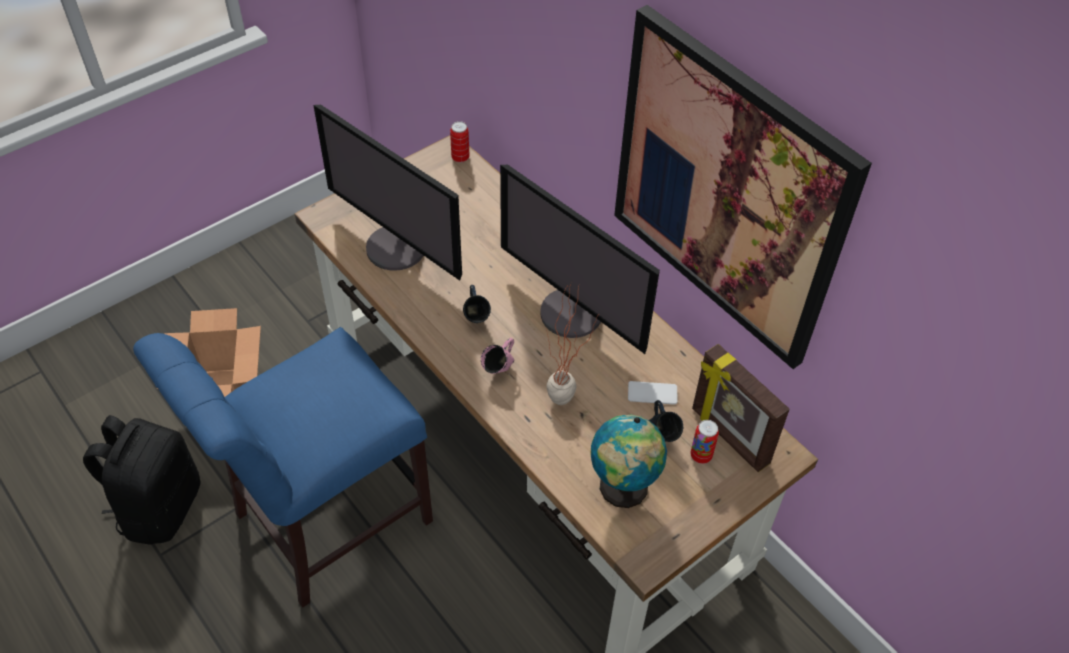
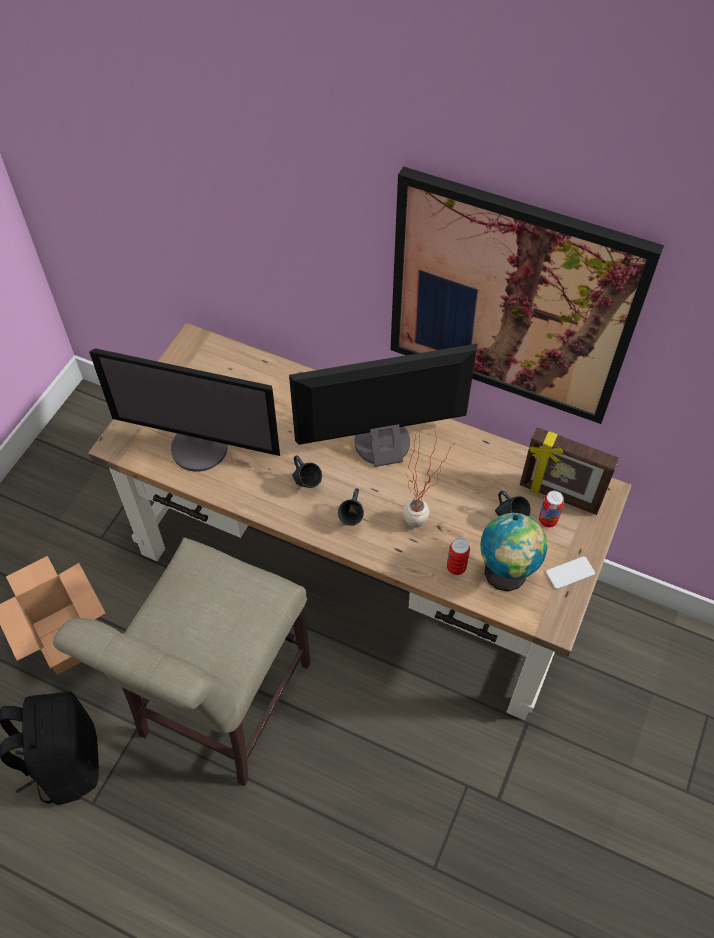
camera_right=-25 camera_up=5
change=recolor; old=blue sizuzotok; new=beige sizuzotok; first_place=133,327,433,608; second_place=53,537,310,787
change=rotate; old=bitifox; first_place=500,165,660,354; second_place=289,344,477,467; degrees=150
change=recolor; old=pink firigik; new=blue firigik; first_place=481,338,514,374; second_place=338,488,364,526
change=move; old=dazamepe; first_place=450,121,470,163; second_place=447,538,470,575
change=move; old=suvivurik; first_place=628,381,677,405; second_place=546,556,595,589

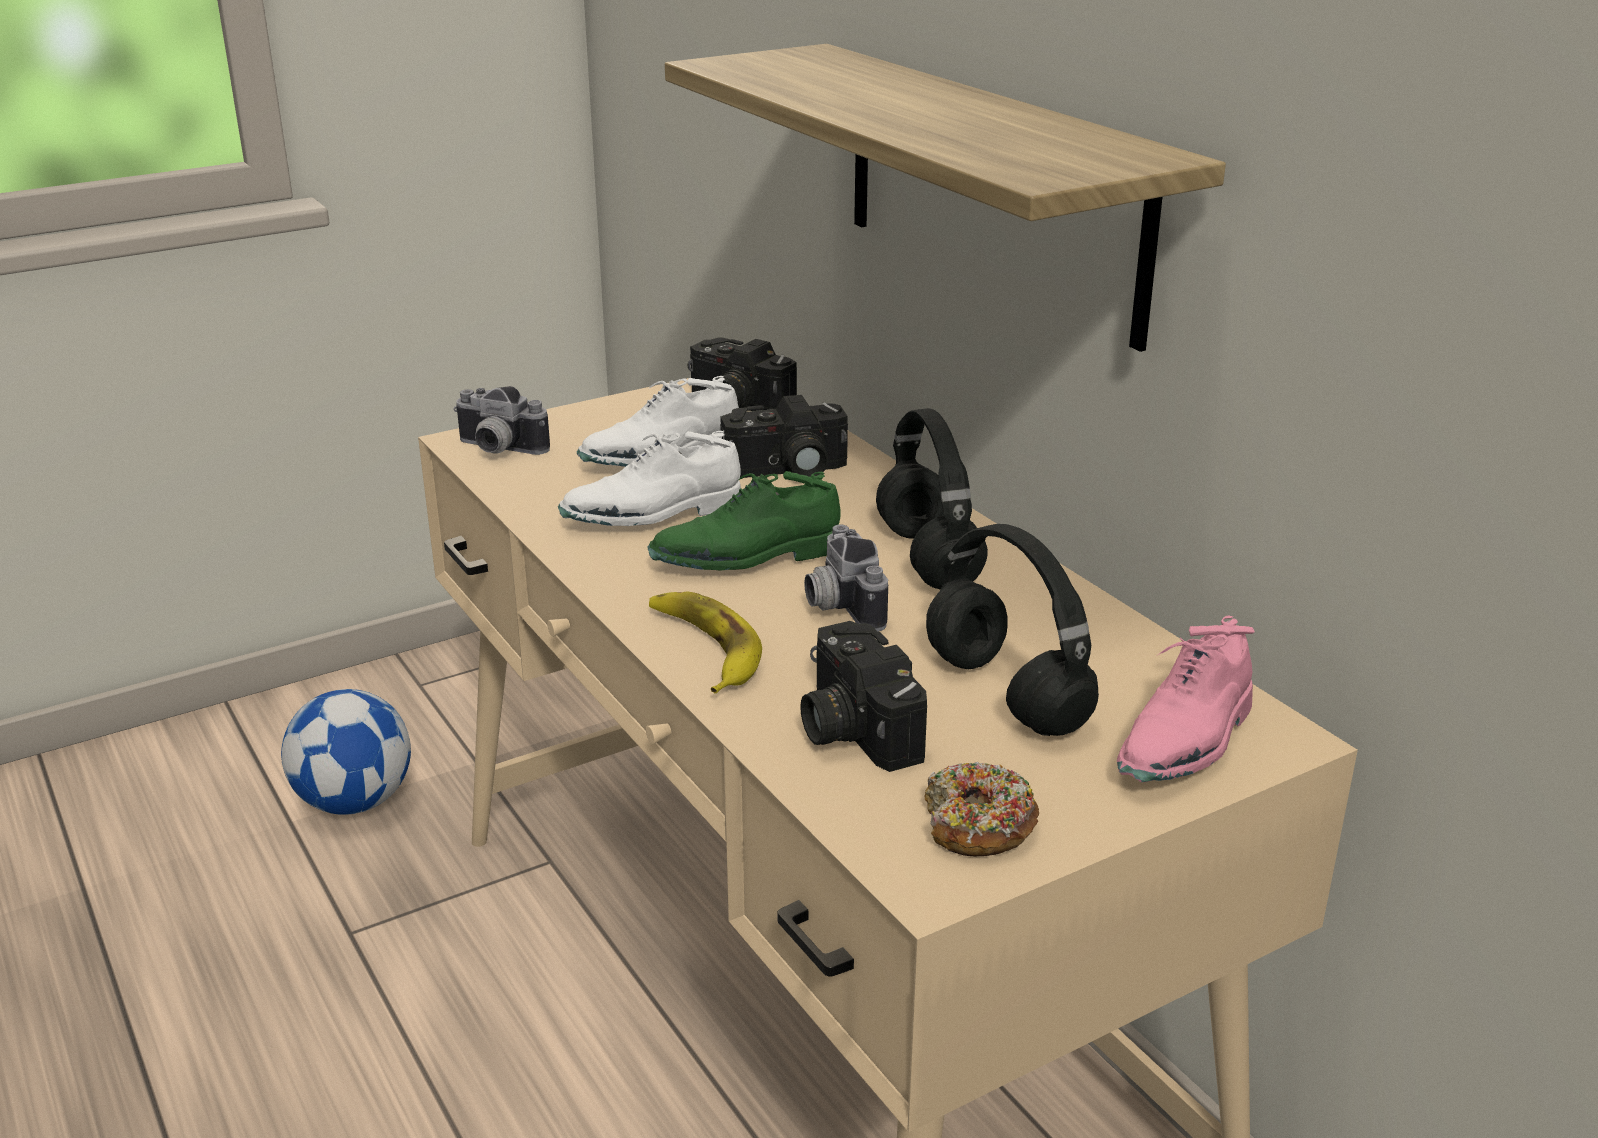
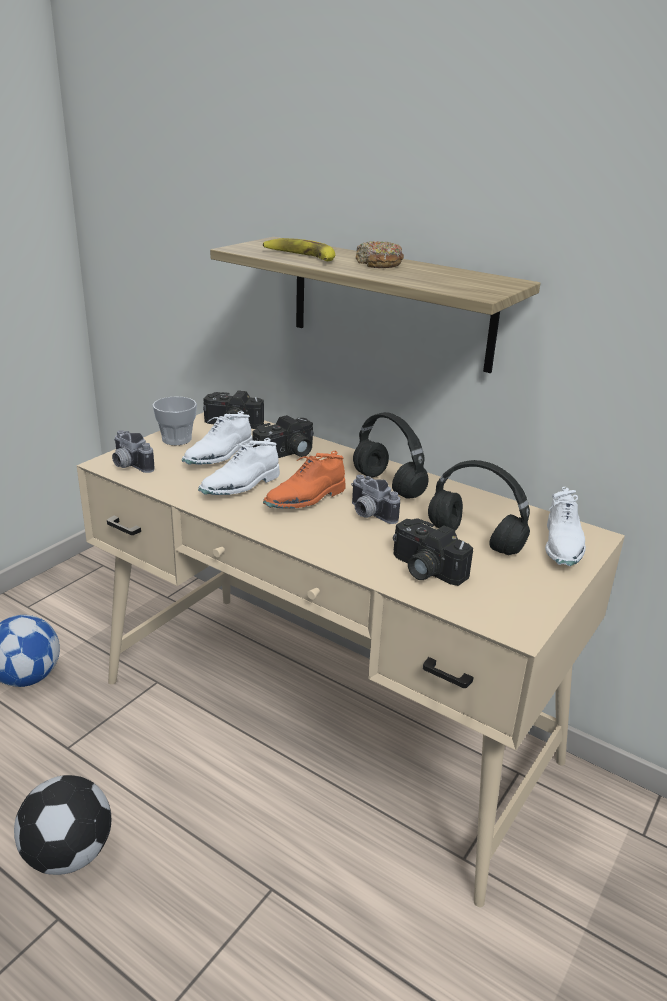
camera_right=-25 camera_up=0
change=insert; new=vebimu; second_place=14,775,111,875
change=rotate; old=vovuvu; first_place=453,386,550,455; second_place=112,430,155,473; degrees=45
change=insert; new=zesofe; second_place=152,396,197,445
change=move; old=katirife; first_place=649,591,762,693; second_place=263,238,335,261
change=recolor; old=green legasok; new=orange legasok; first_place=647,471,840,571; second_place=263,451,345,509
change=move; old=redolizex; first_place=925,762,1039,856; second_place=356,241,404,268
change=recolor; old=pink legasok; new=white legasok; first_place=1117,615,1255,782; second_place=545,487,586,566

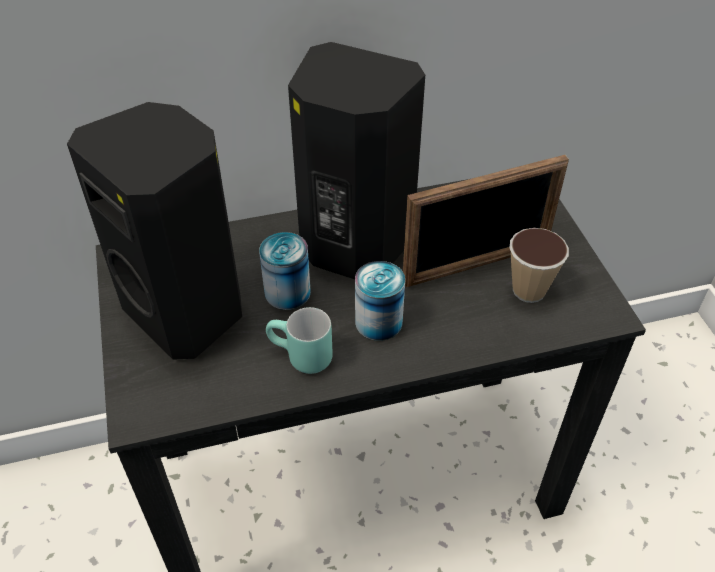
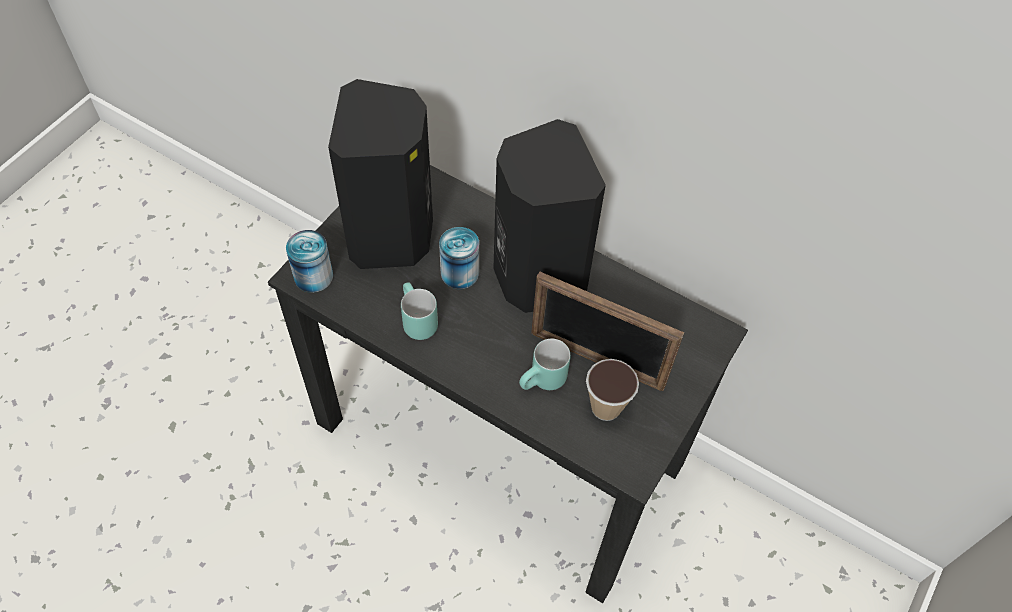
camera_right=45 camera_up=10
change=move; old=dazamepe; first_place=355,261,405,341; second_place=286,230,333,293
change=insert; new=turquoise firigik; second_place=519,339,570,390

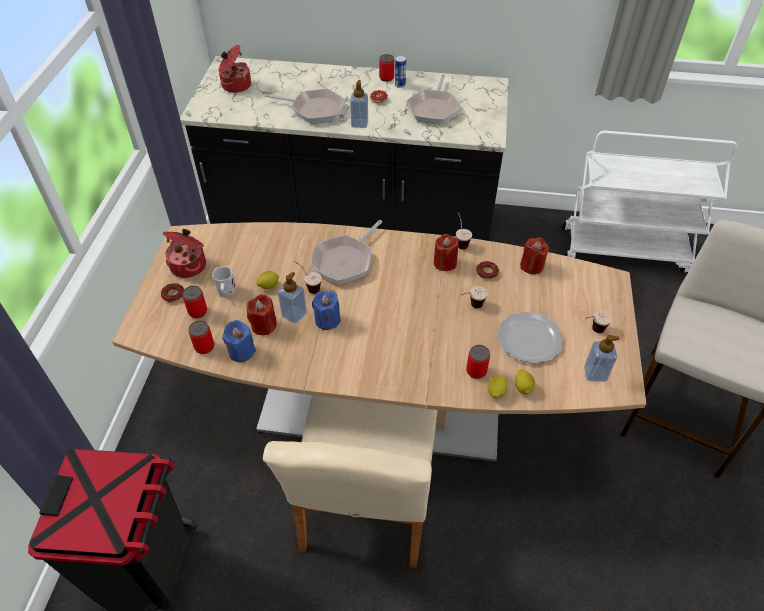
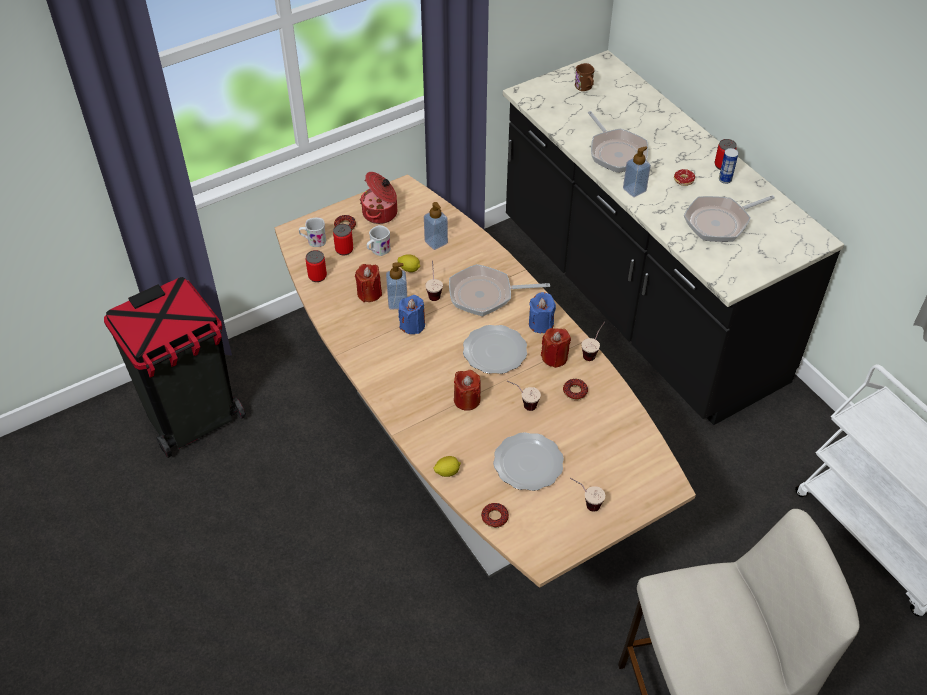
camera_right=50 camera_up=0
change=insert; new=white firigik; second_place=299,218,326,247
change=move; old=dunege; first_place=584,335,619,382; second_place=424,202,448,250
change=move; old=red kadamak; first_place=520,237,549,274; second_place=454,370,481,411
change=insert; new=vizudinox; second_place=463,325,527,374
change=insert; new=redolizex; second_place=481,503,509,528
change=move; old=blue kadamak; first_place=222,320,256,362; second_place=529,292,556,333
change=replace; old=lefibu; new=brown firigik; first_place=219,45,251,93; second_place=575,63,594,91
change=delete; old=beige sizuzotok; first_place=263,395,438,568
change=delete; old=dazamepe; first_place=466,345,490,379
change=delete; old=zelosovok; first_place=515,369,535,395

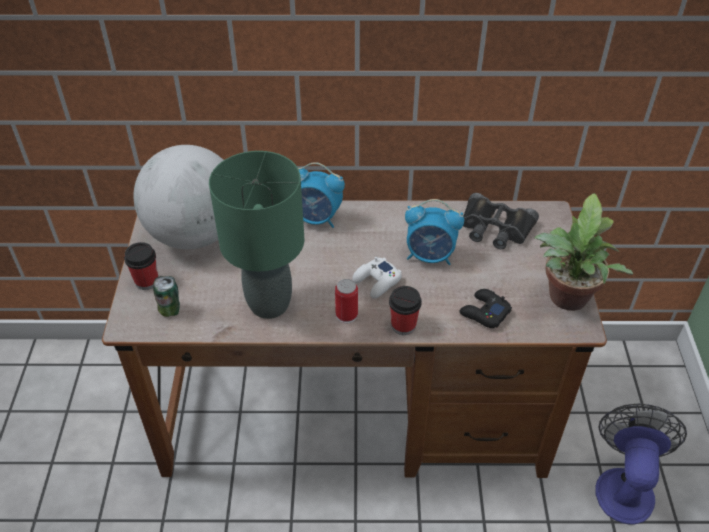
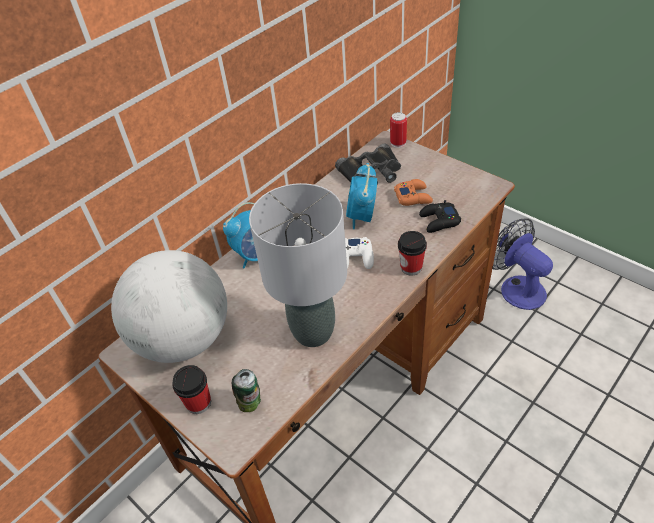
camera_right=-45 camera_up=0
change=recolor; old=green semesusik; new=grey semesusik; first_place=209,151,305,319; second_place=249,183,347,347
change=rotate; old=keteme; first_place=405,199,464,265; second_place=346,163,377,229; degrees=135
change=move; old=dazamepe; first_place=335,279,358,323; second_place=390,112,407,148
change=insert; new=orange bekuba; second_place=394,179,433,206
change=delete; old=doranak; first_place=534,193,633,311

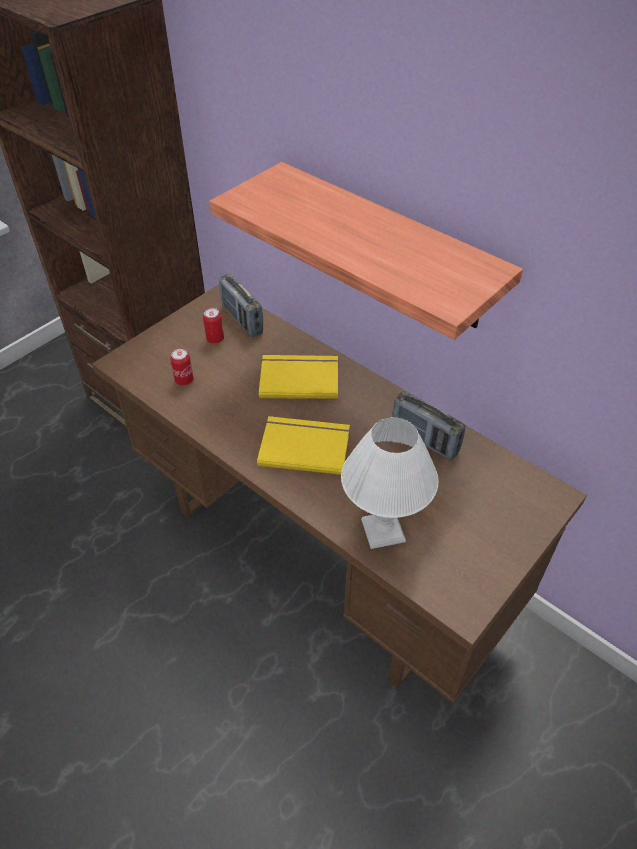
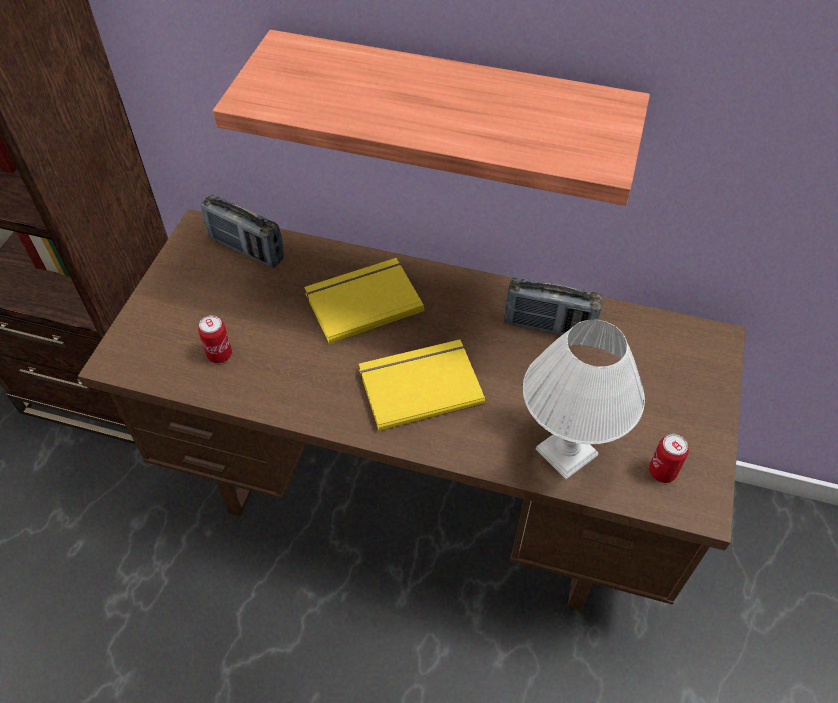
camera_right=-25 camera_up=5
change=move; old=dazamepe; first_place=203,308,224,344; second_place=649,434,689,483

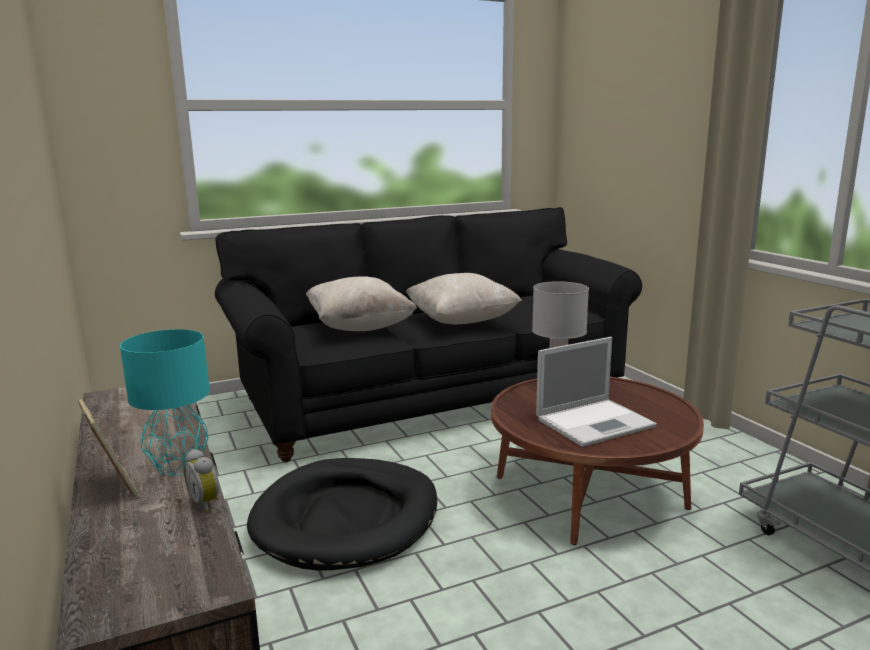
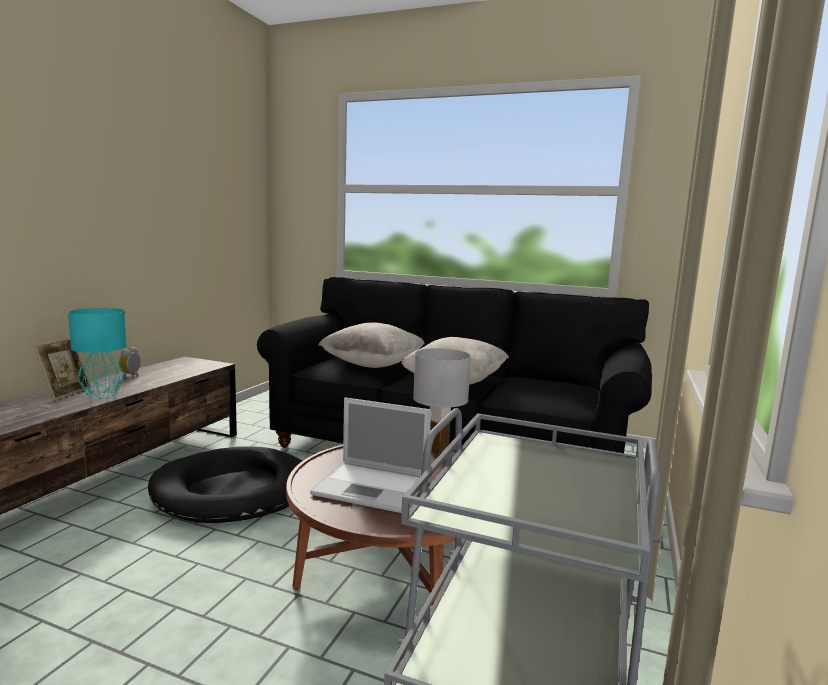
camera_right=45 camera_up=-5
change=move; old=keteme; first_place=184,449,219,513; second_place=119,347,141,378

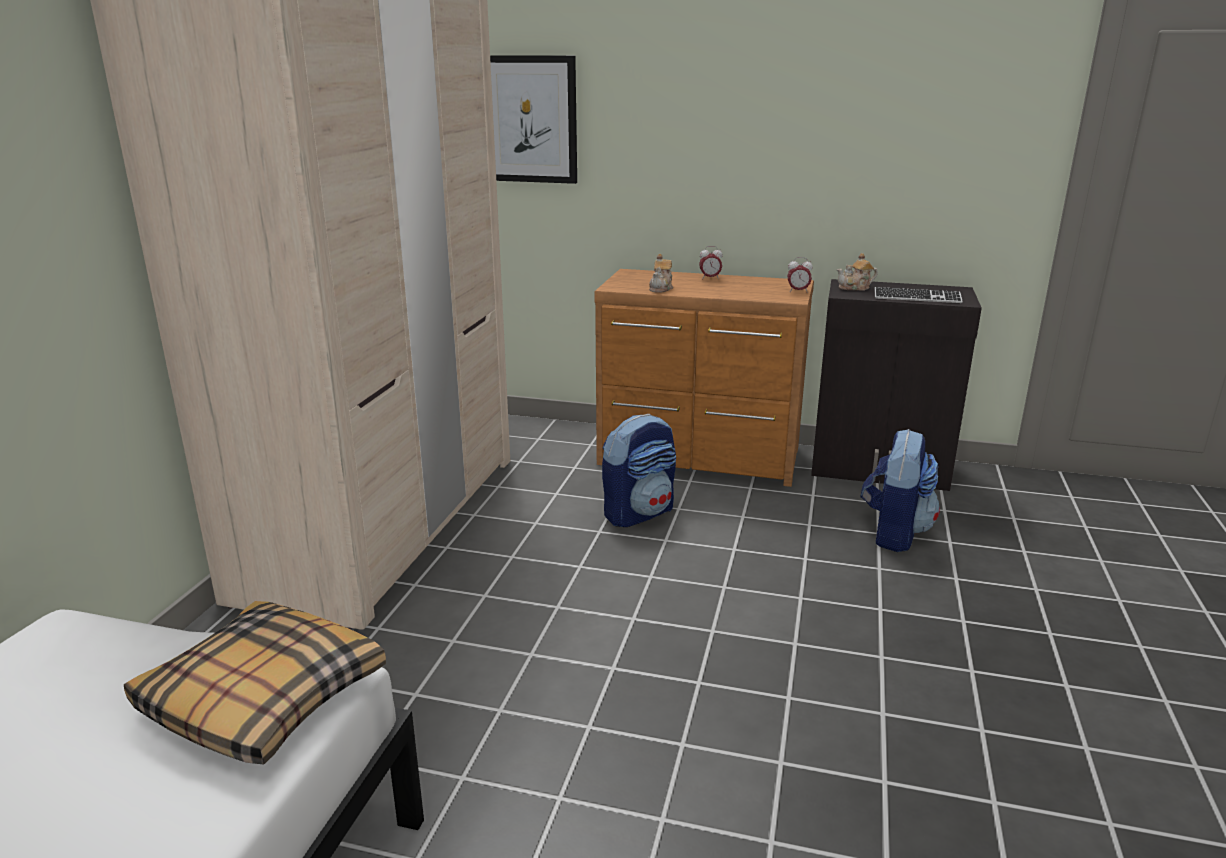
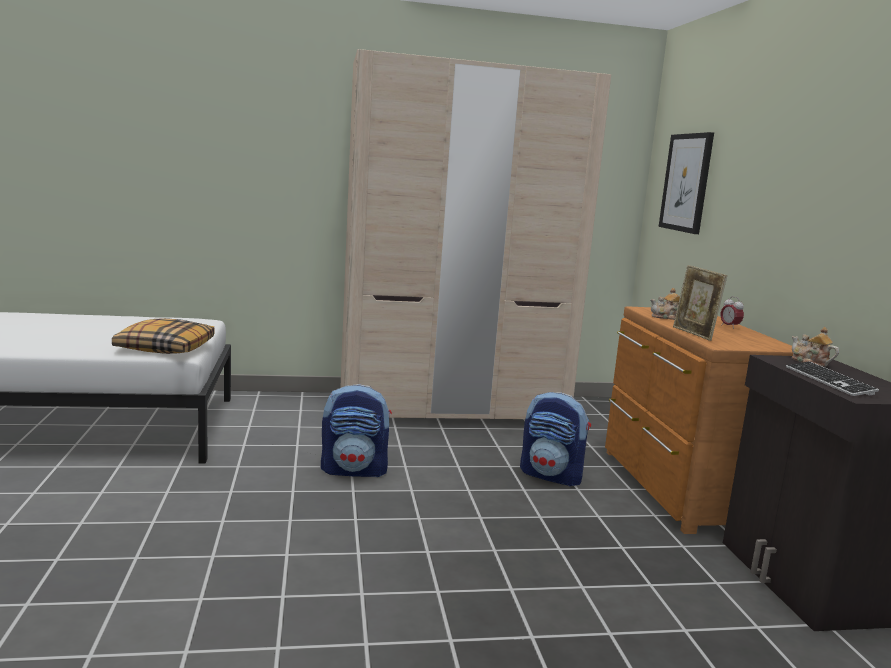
camera_right=65 camera_up=-10
change=move; old=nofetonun; first_place=860,429,940,552; second_place=321,384,392,477
change=insert; new=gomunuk; second_place=673,265,727,341
change=delete; old=keteme; first_place=787,257,813,293

